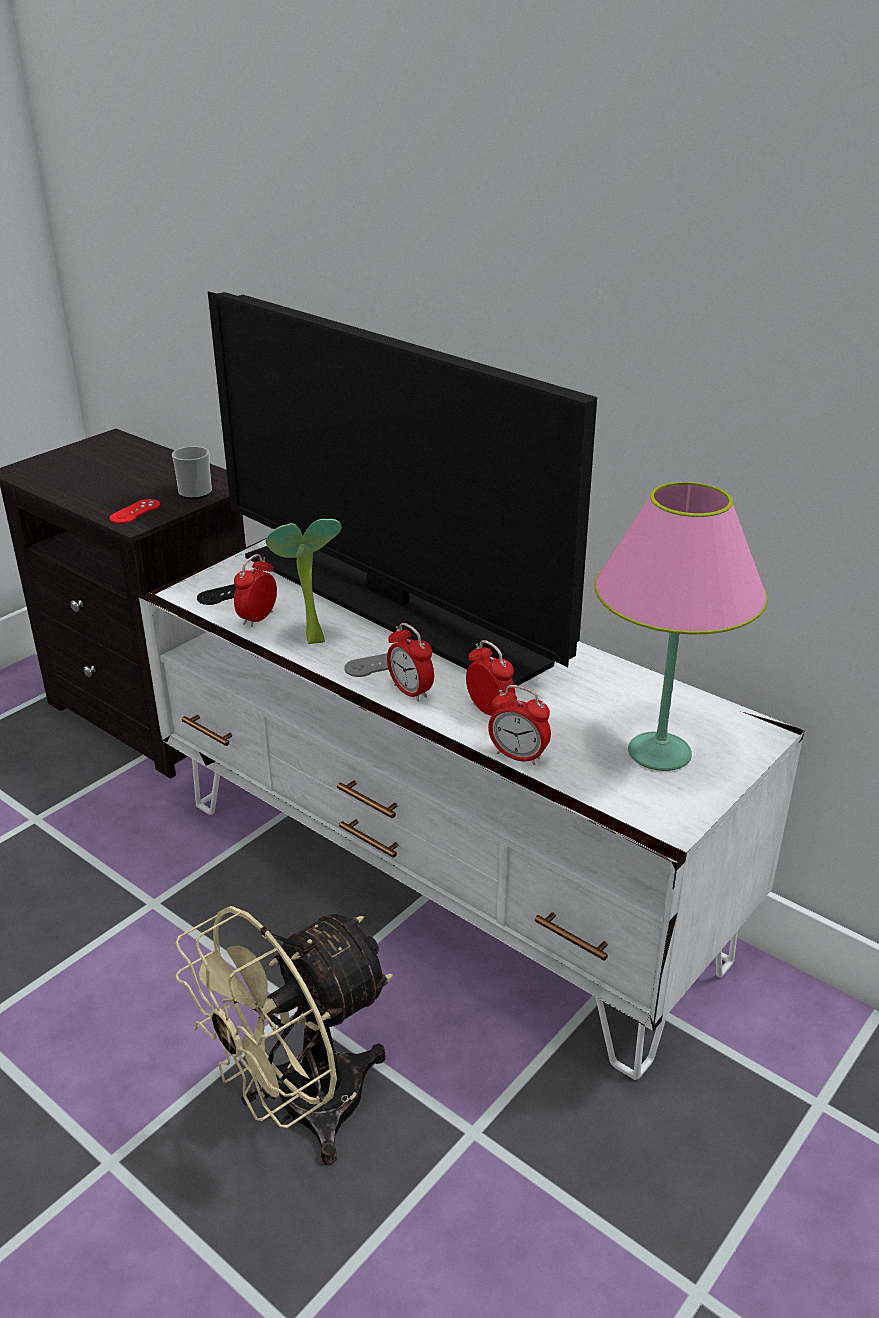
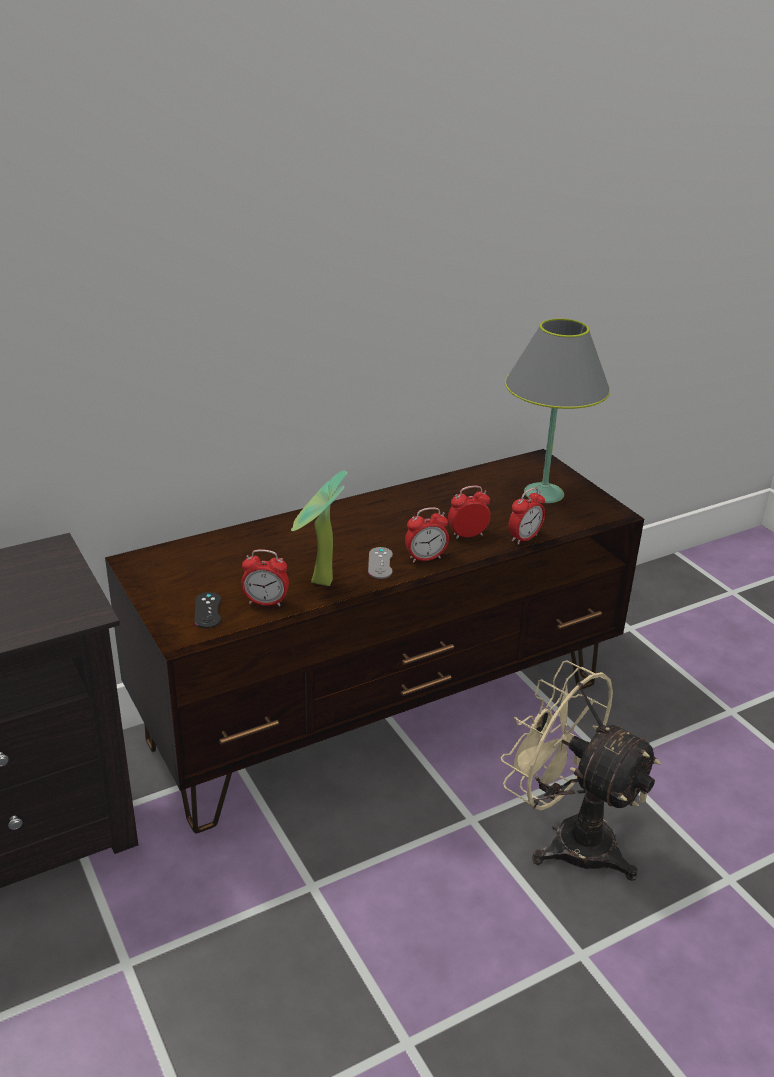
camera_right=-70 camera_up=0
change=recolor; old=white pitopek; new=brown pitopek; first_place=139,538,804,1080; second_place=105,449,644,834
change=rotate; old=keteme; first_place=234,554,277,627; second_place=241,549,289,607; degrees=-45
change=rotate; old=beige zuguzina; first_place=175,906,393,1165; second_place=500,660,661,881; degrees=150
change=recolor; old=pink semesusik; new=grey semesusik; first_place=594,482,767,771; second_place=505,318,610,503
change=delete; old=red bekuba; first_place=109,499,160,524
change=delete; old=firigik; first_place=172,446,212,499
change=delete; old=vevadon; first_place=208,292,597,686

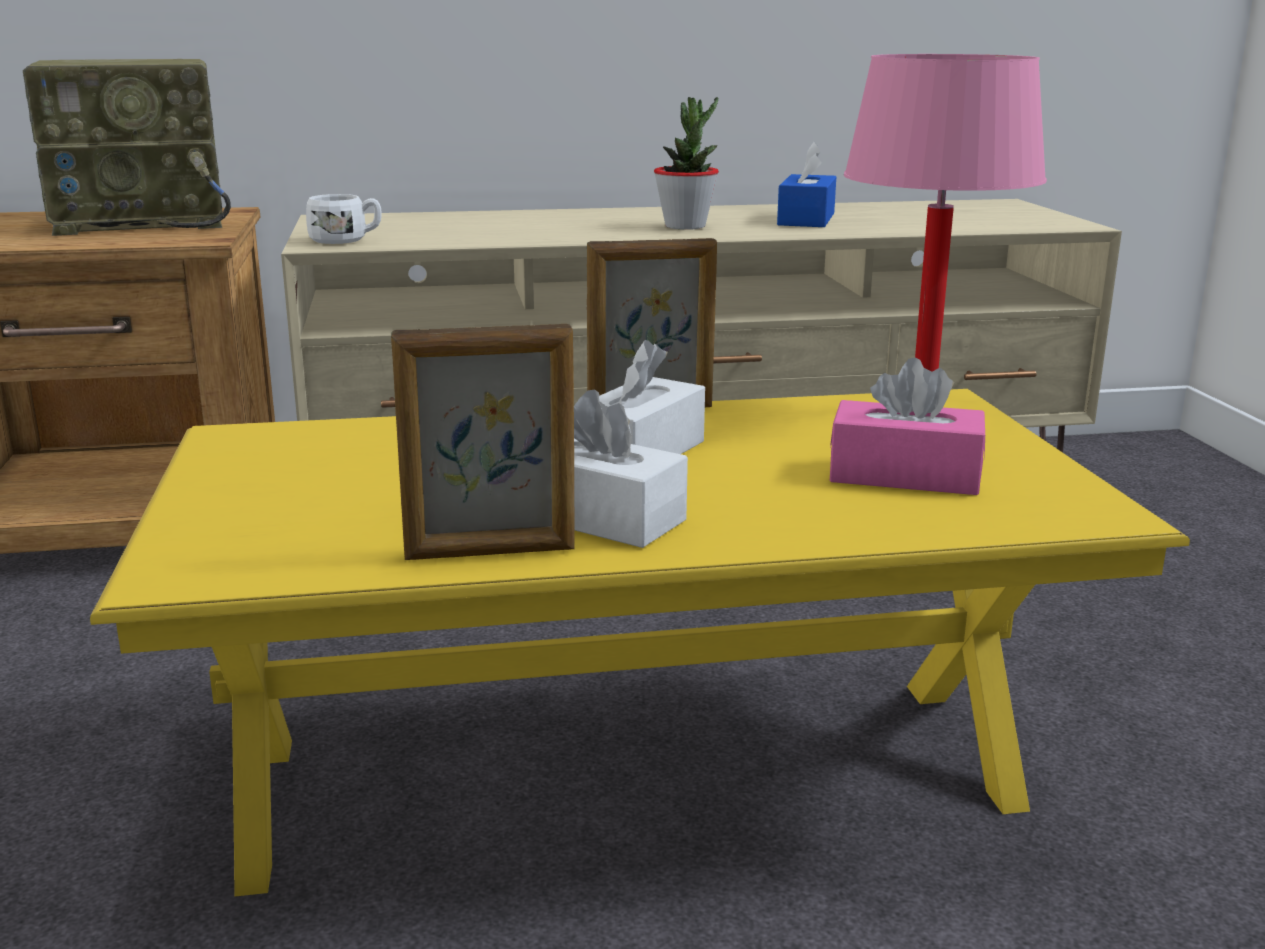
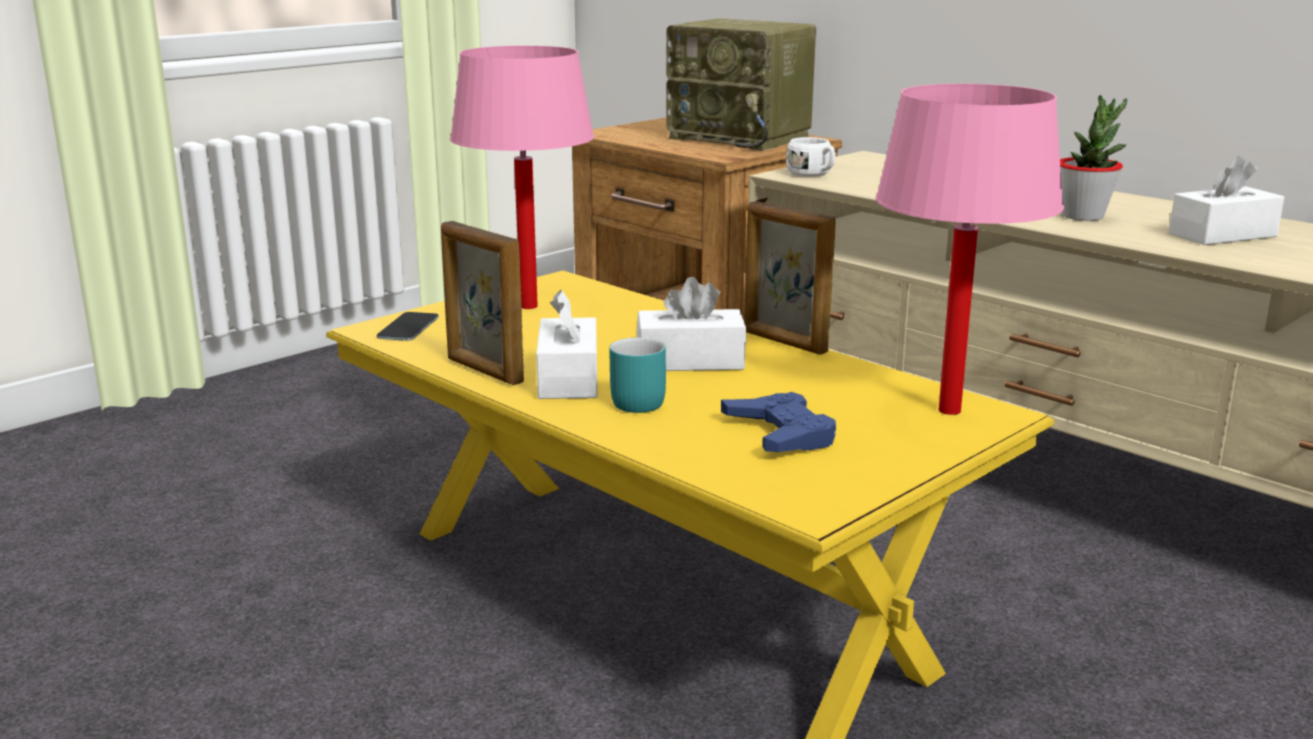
camera_right=55 camera_up=0
change=insert; new=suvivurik; second_place=377,312,438,341
change=insert; new=pink semesusik; second_place=450,46,594,309
change=insert; new=turquoise firigik; second_place=609,337,666,413
change=replace; old=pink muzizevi; new=blue bekuba; first_place=830,358,985,495; second_place=721,392,836,452
change=recolor; old=blue muzizevi; new=white muzizevi; first_place=777,142,836,227; second_place=1169,156,1284,245

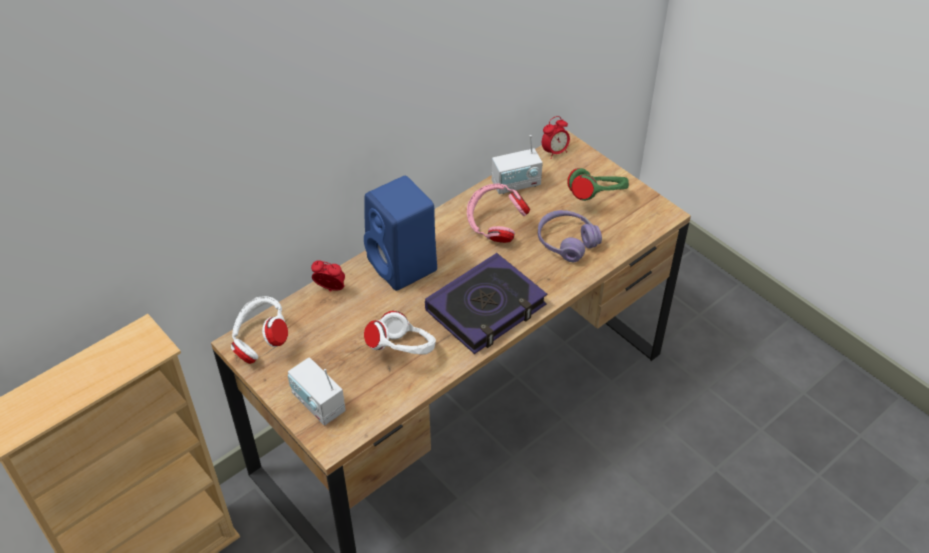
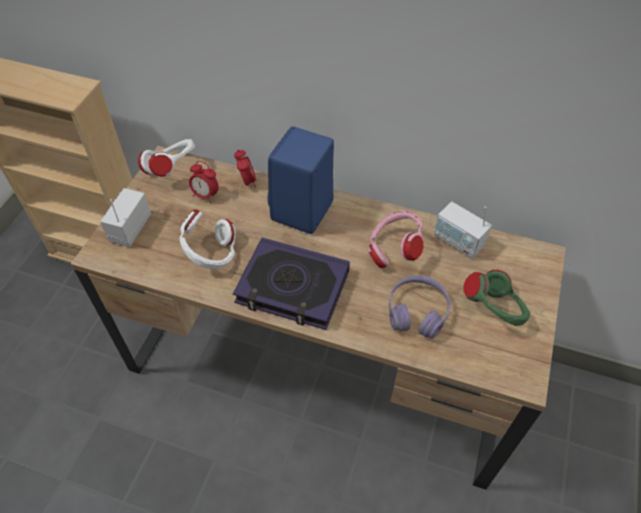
camera_right=60 camera_up=5
change=move; old=keteme; first_place=542,116,570,159; second_place=189,161,219,203

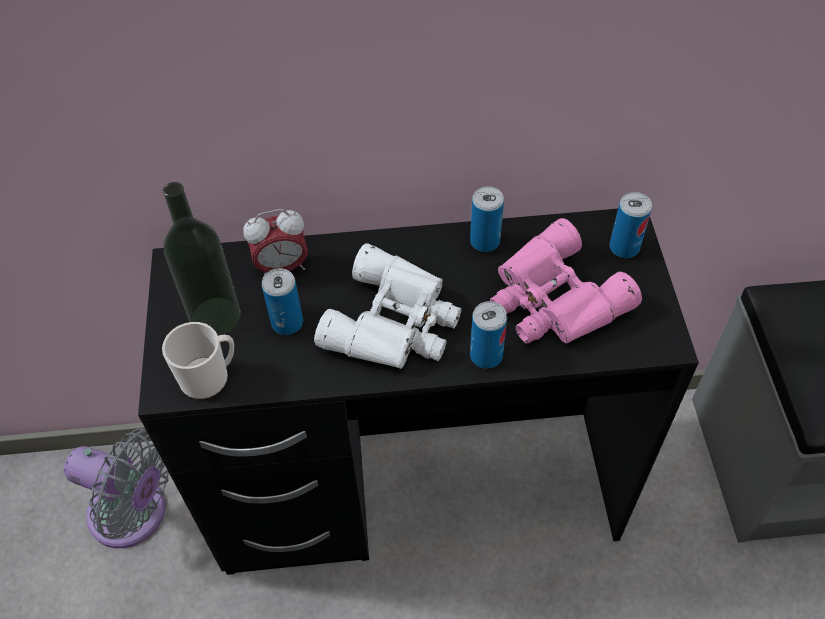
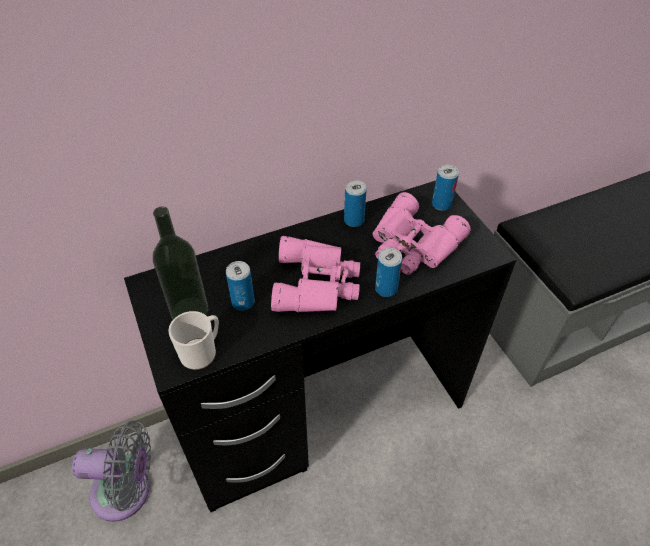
camera_right=-20 camera_up=-5
change=recolor; old=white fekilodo; new=pink fekilodo; first_place=314,243,461,369; second_place=271,236,360,312
change=delete; old=keteme; first_place=244,209,308,275

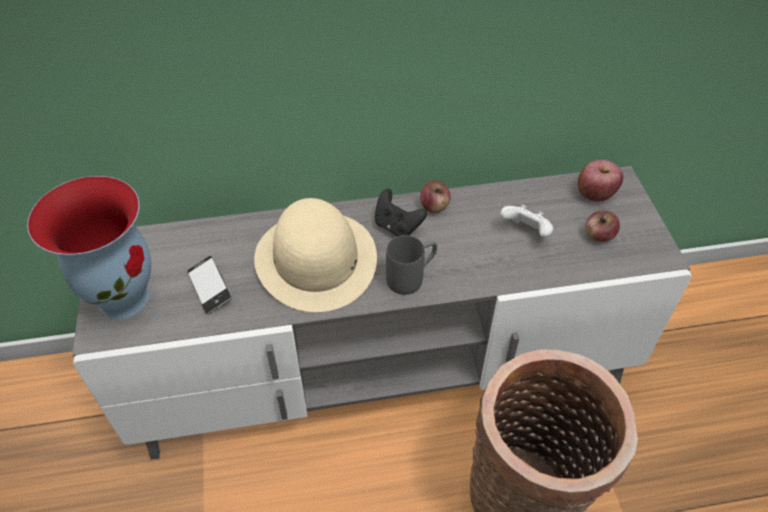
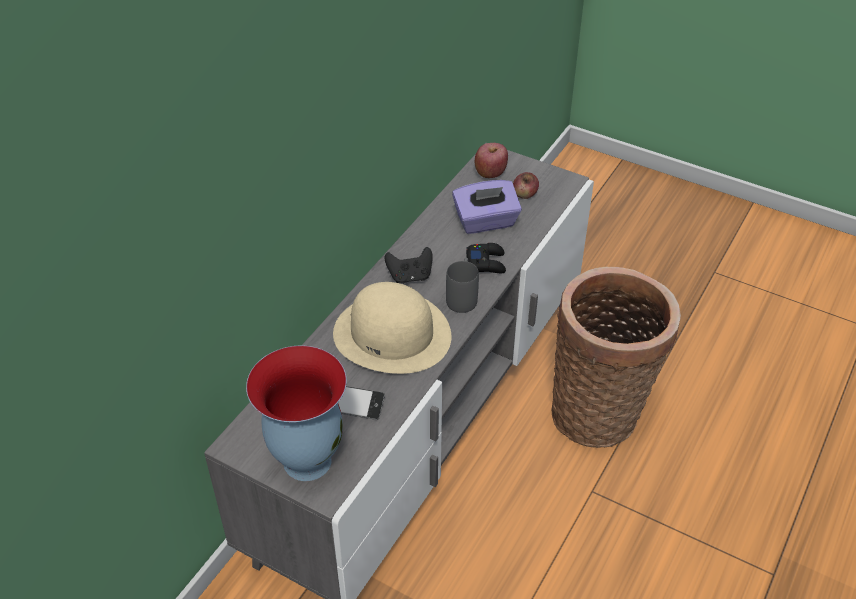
camera_right=-50 camera_up=-5
change=replace; old=white bekuba; new=purple muzizevi; first_place=500,205,553,238; second_place=452,180,522,234
change=insert; new=black bekuba; second_place=466,243,506,273
change=delete; old=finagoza; first_place=420,181,451,213

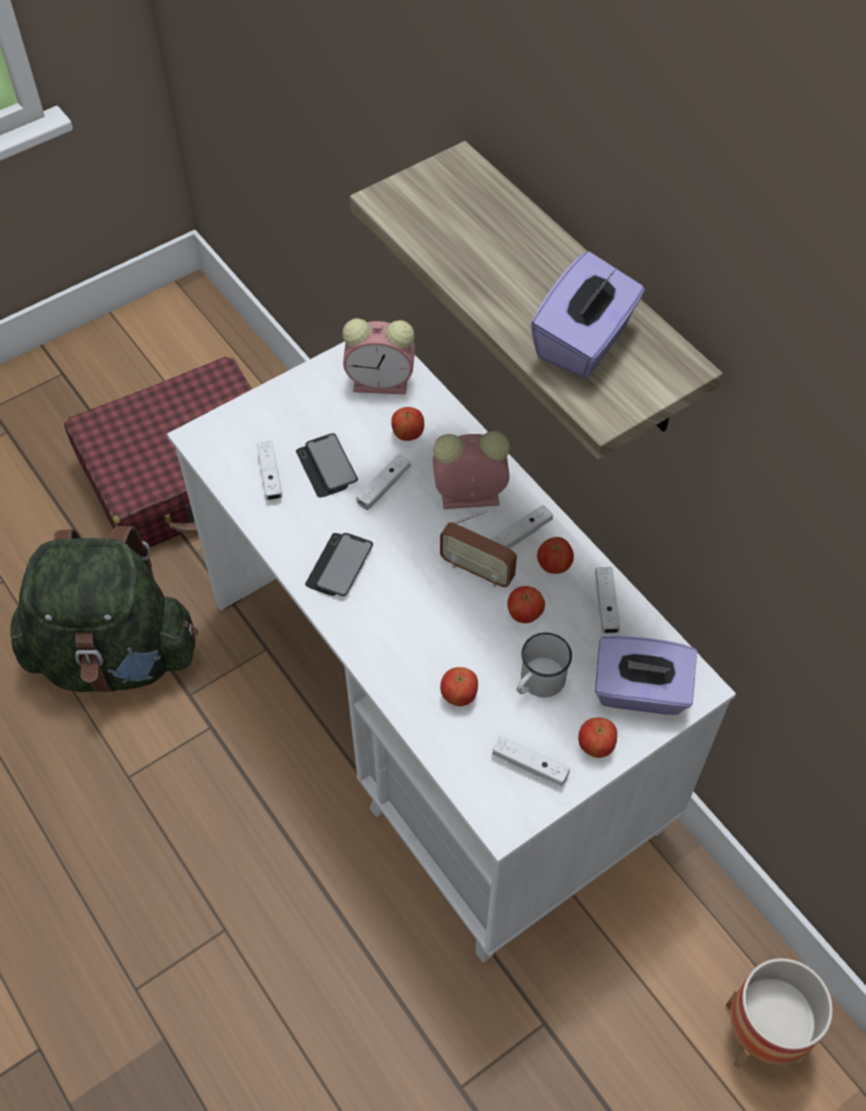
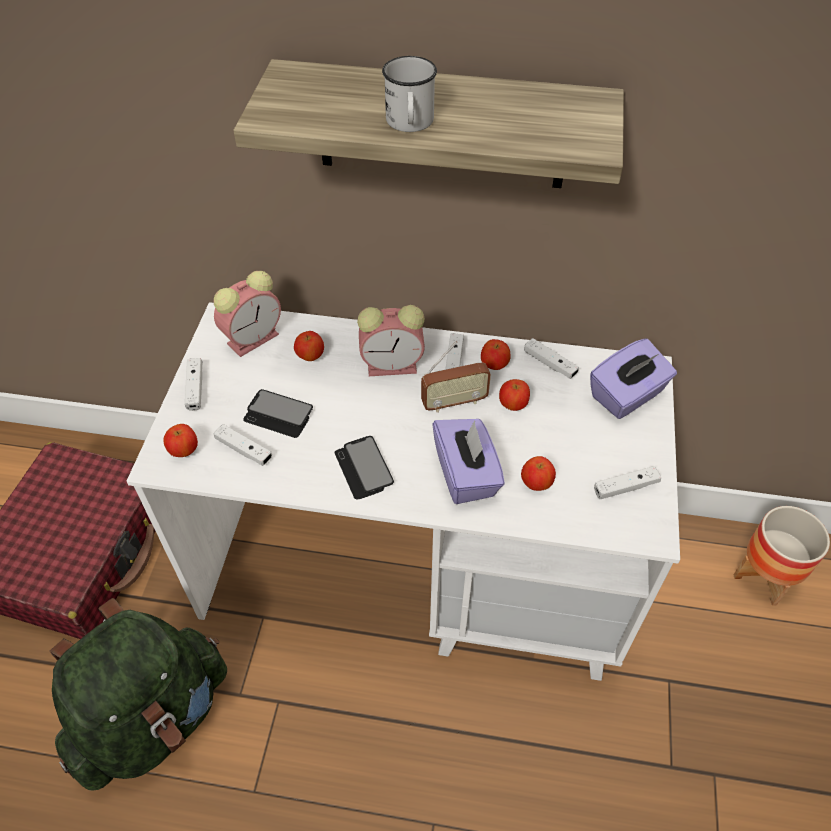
camera_right=-45 camera_up=-5
change=move; old=finagoza; first_place=578,718,617,758; second_place=163,424,198,457
change=move; old=white bekuba; first_place=356,454,411,510; second_place=185,358,202,411
change=rotate; old=keteme; first_place=433,431,510,509; second_place=357,305,425,376; degrees=-135
change=move; old=white firigik; first_place=517,633,572,697; second_place=382,56,437,132
change=move; old=purple muzizevi; first_place=530,252,645,378; second_place=432,419,505,504

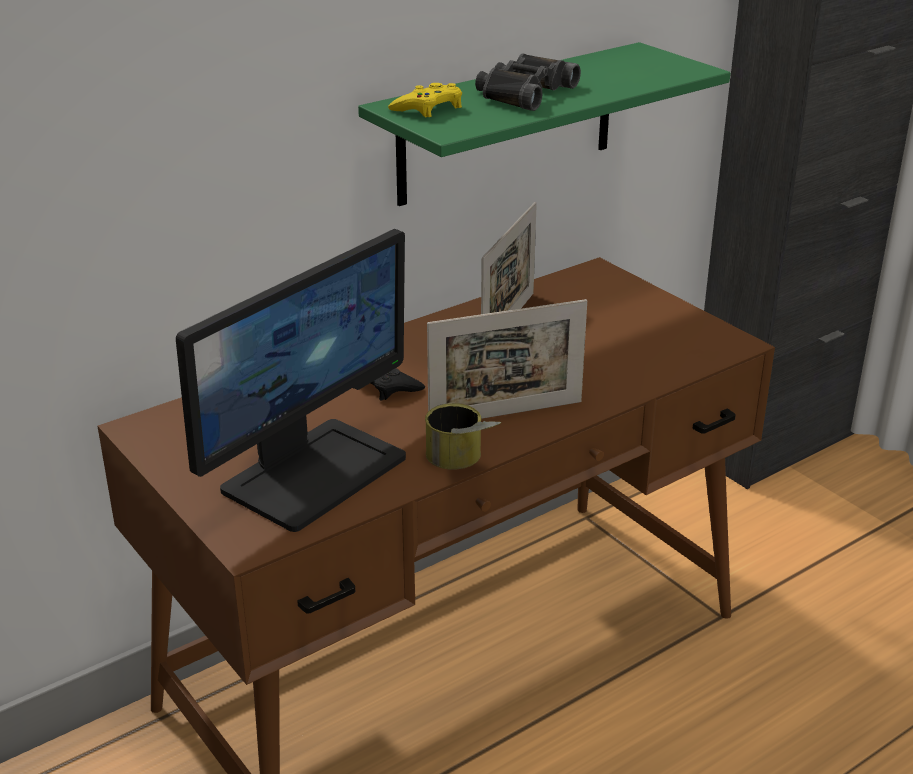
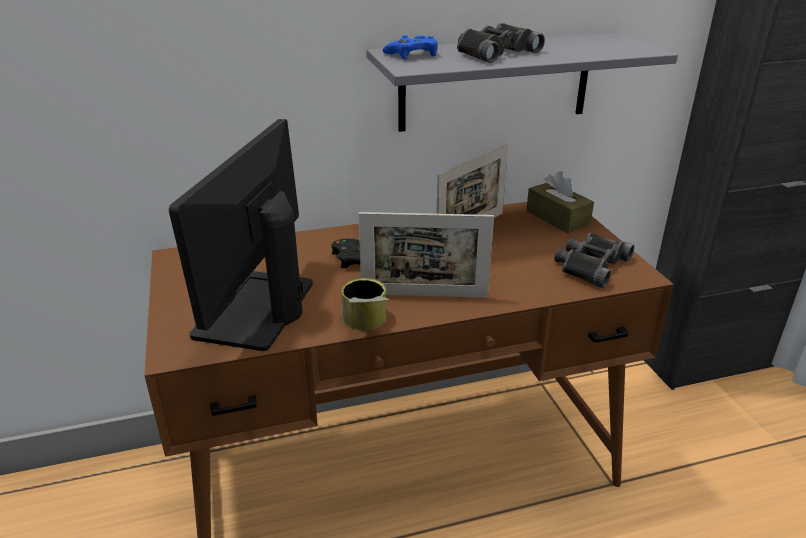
camera_right=20 camera_up=0
change=rotate; old=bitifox; first_place=176,229,406,532; second_place=169,119,313,351; degrees=135
change=recolor; old=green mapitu; new=grey mapitu; first_place=358,42,730,206; second_place=366,33,678,132
change=recolor; old=yellow bekuba; new=blue bekuba; first_place=388,83,462,118; second_place=383,35,438,59
change=insert; new=brown muzizevi; second_place=526,171,594,233
change=insert; new=black fekilodo; second_place=554,233,634,288

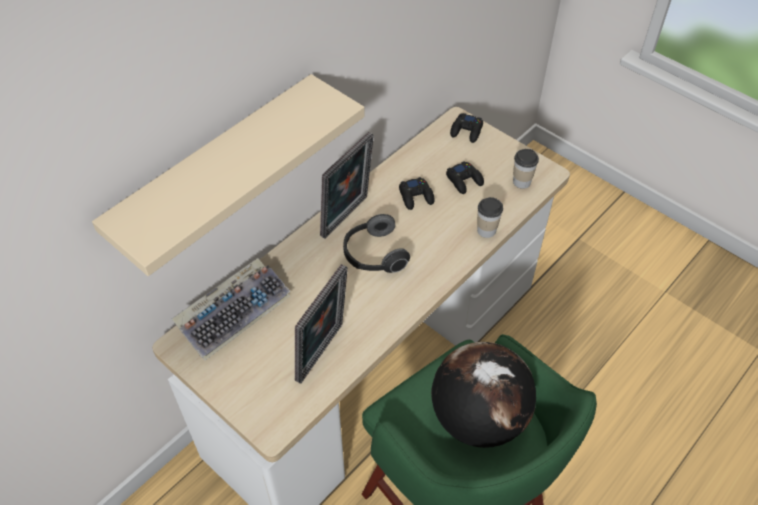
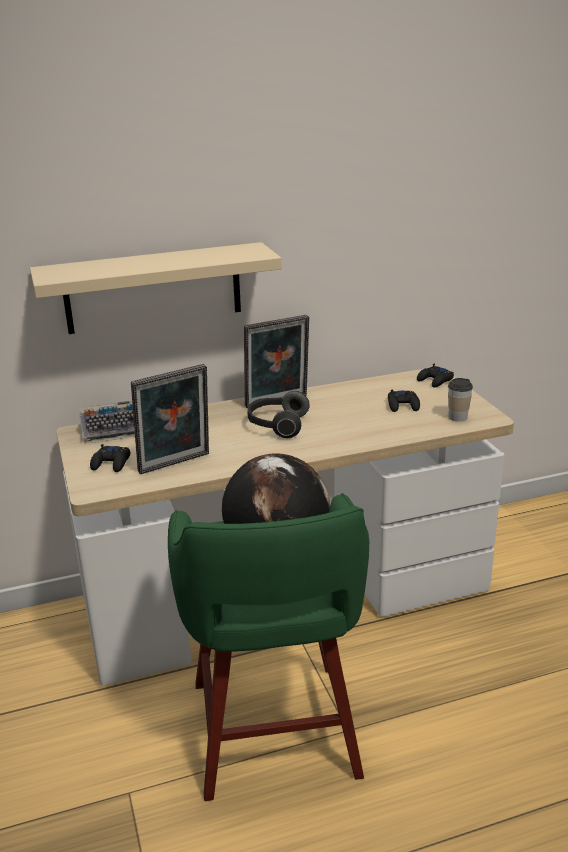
camera_right=30 camera_up=-25
change=move; old=black bekuba; first_place=399,177,435,210; second_place=90,444,130,472
change=delete; old=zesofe; first_place=477,197,503,238

